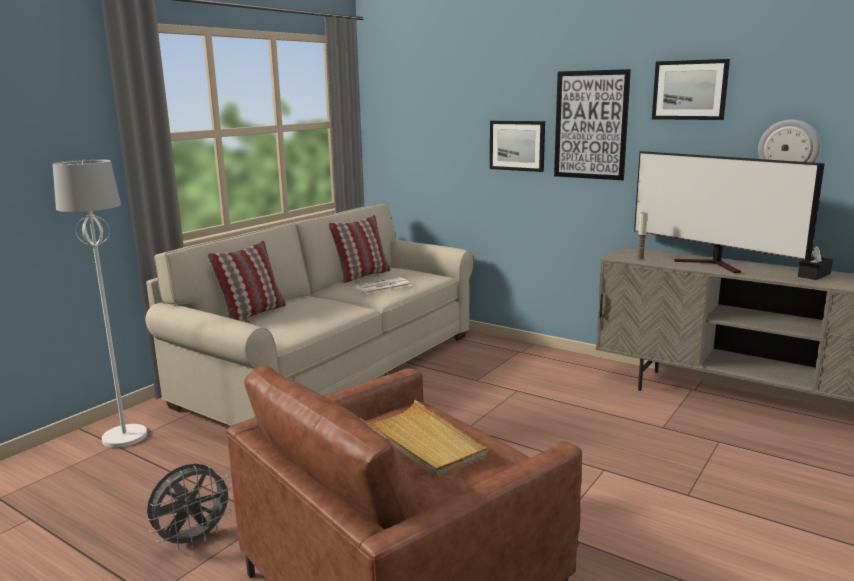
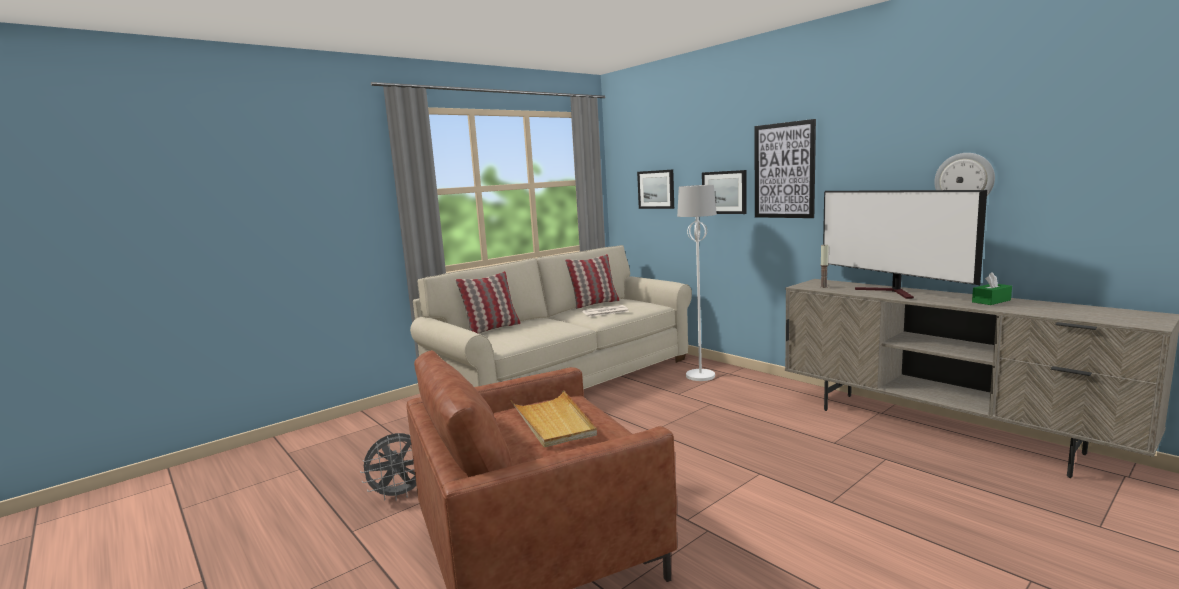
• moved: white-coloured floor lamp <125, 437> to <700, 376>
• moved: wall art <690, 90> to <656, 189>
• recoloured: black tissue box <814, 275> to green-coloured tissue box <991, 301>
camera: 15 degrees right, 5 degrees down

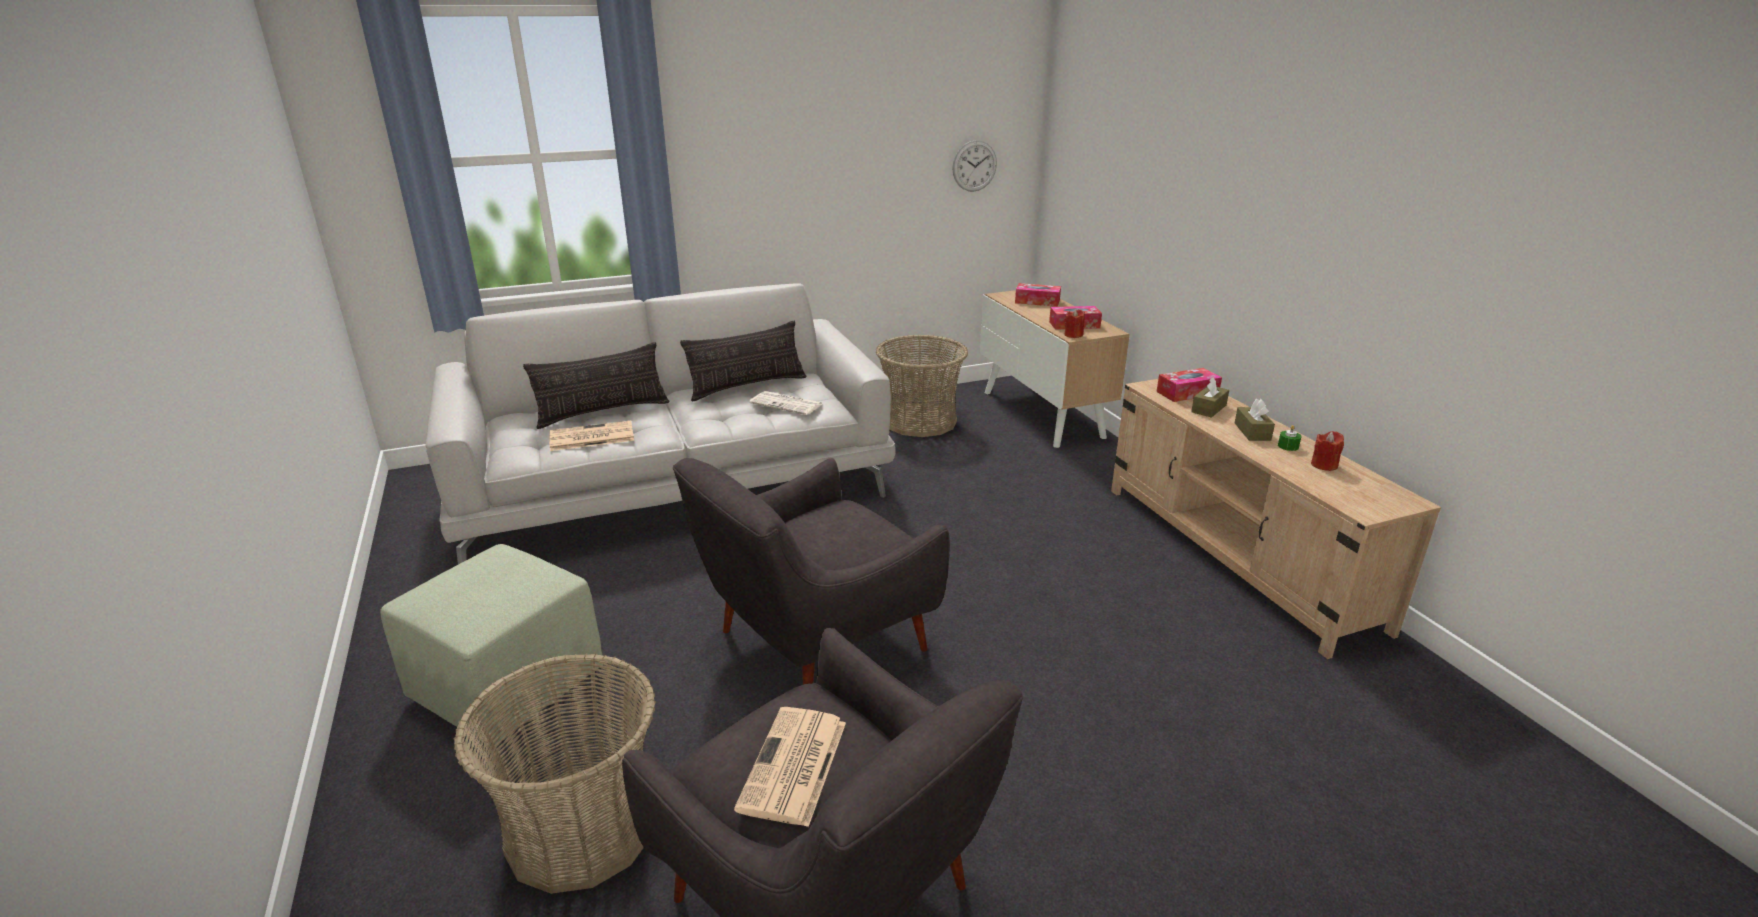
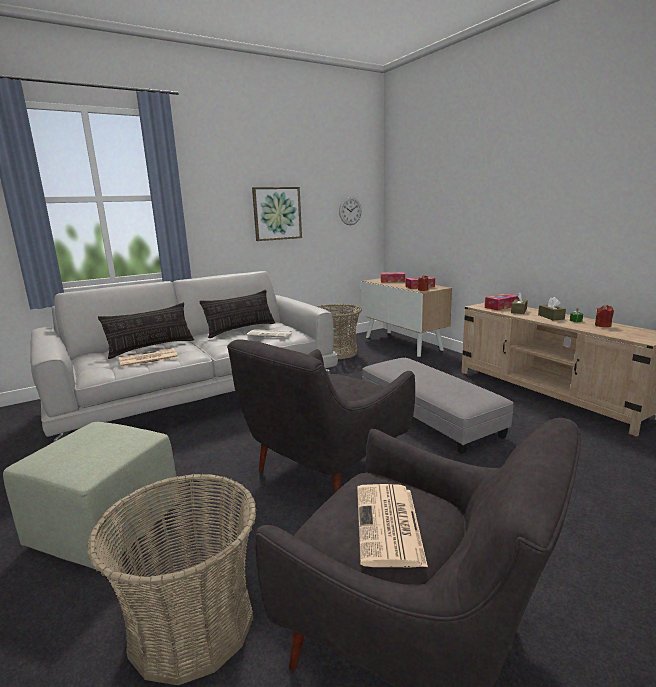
• added: wall art <277, 213>
• added: grey footrest <428, 415>
camera: 10 degrees left, 10 degrees down

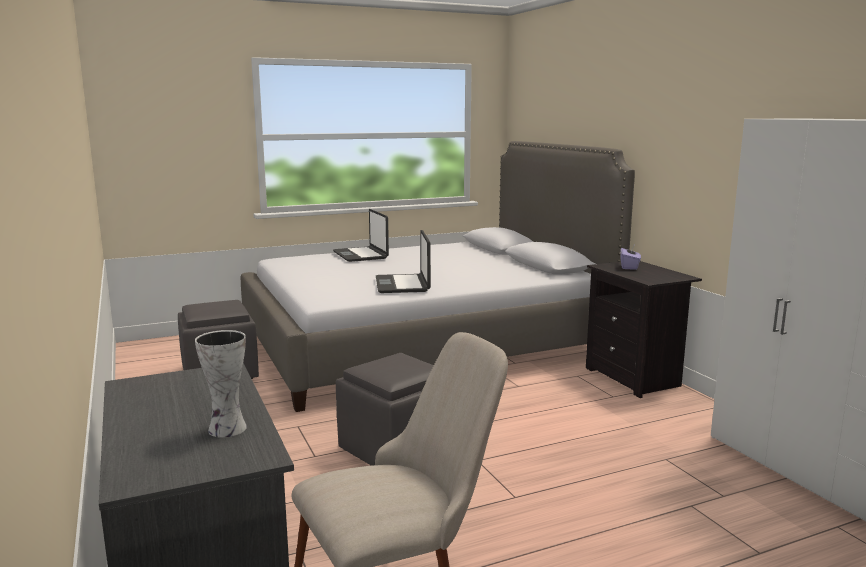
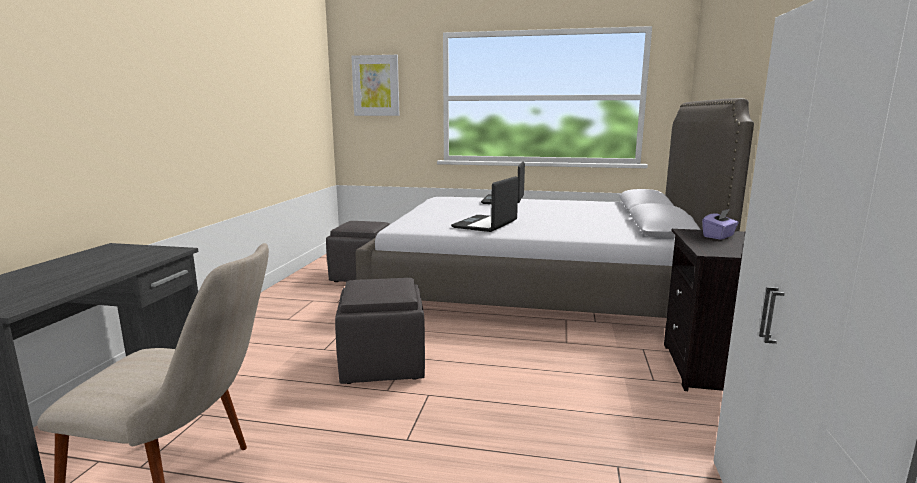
• removed: vase <225, 429>
• added: wall art <376, 85>
camera: 35 degrees right, 0 degrees up

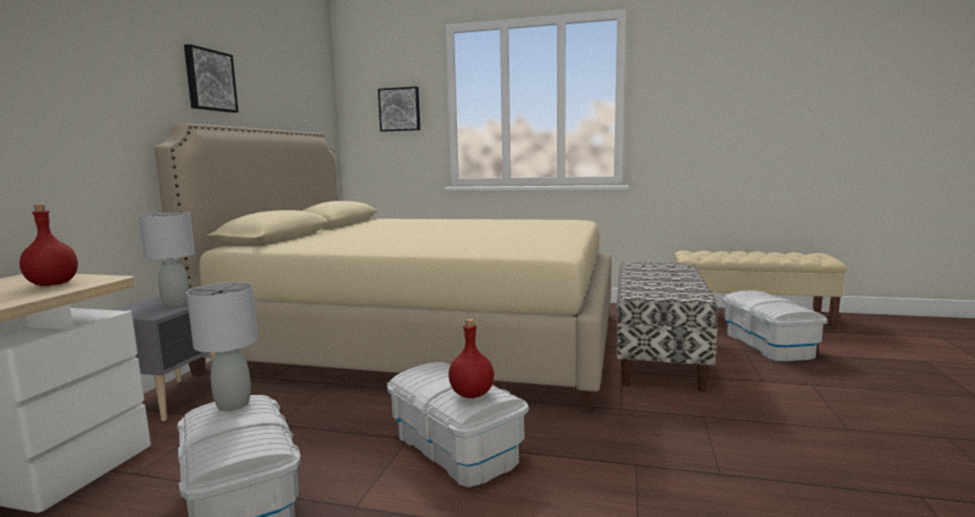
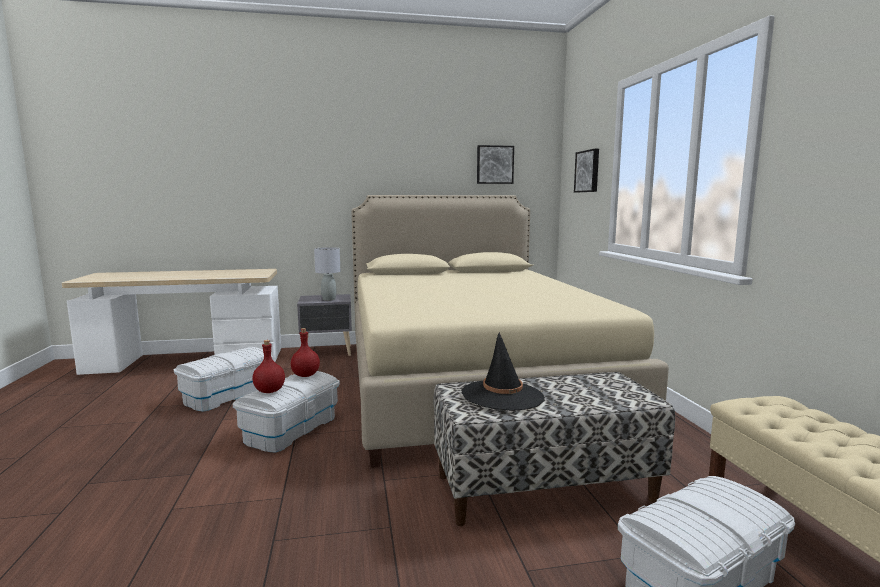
• moved: red beverage bottle <52, 284> to <305, 375>
• moved: wall art <209, 80> to <494, 164>
• removed: grey lamp for a table <232, 405>
• added: black clothing hat <502, 395>
camera: 65 degrees right, 0 degrees up

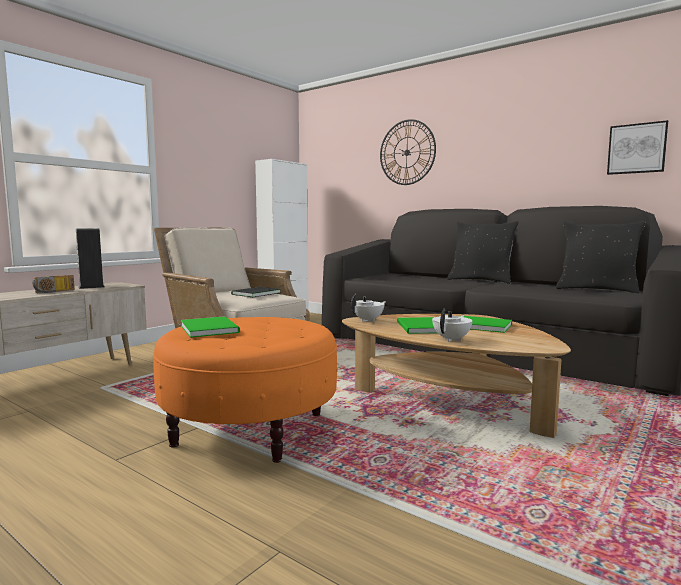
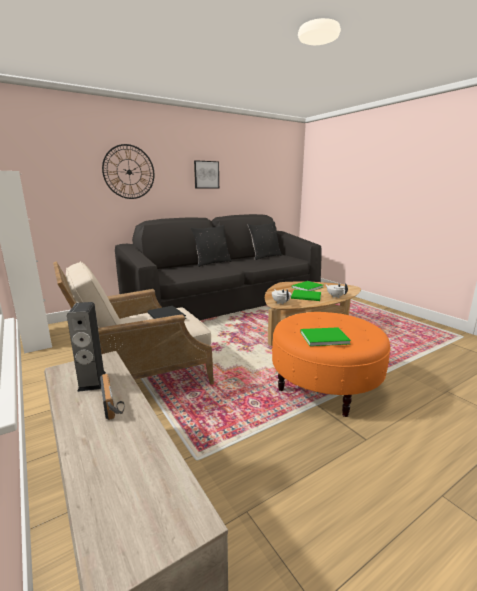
• moved: wall art <636, 148> to <206, 174>
camera: 70 degrees left, 10 degrees up

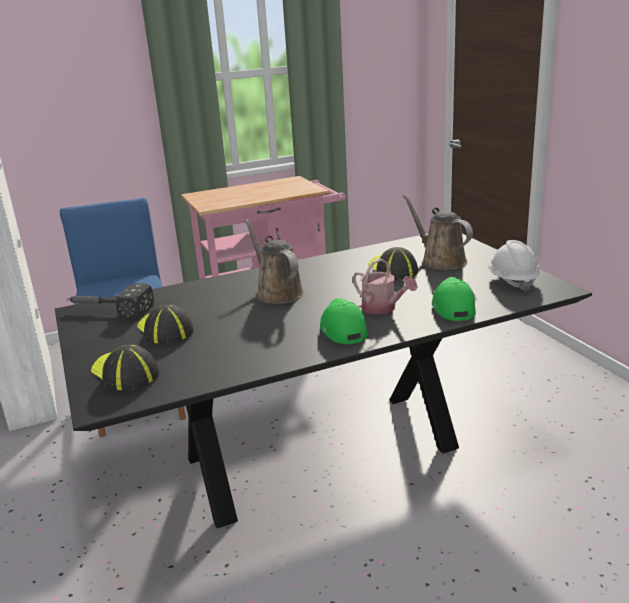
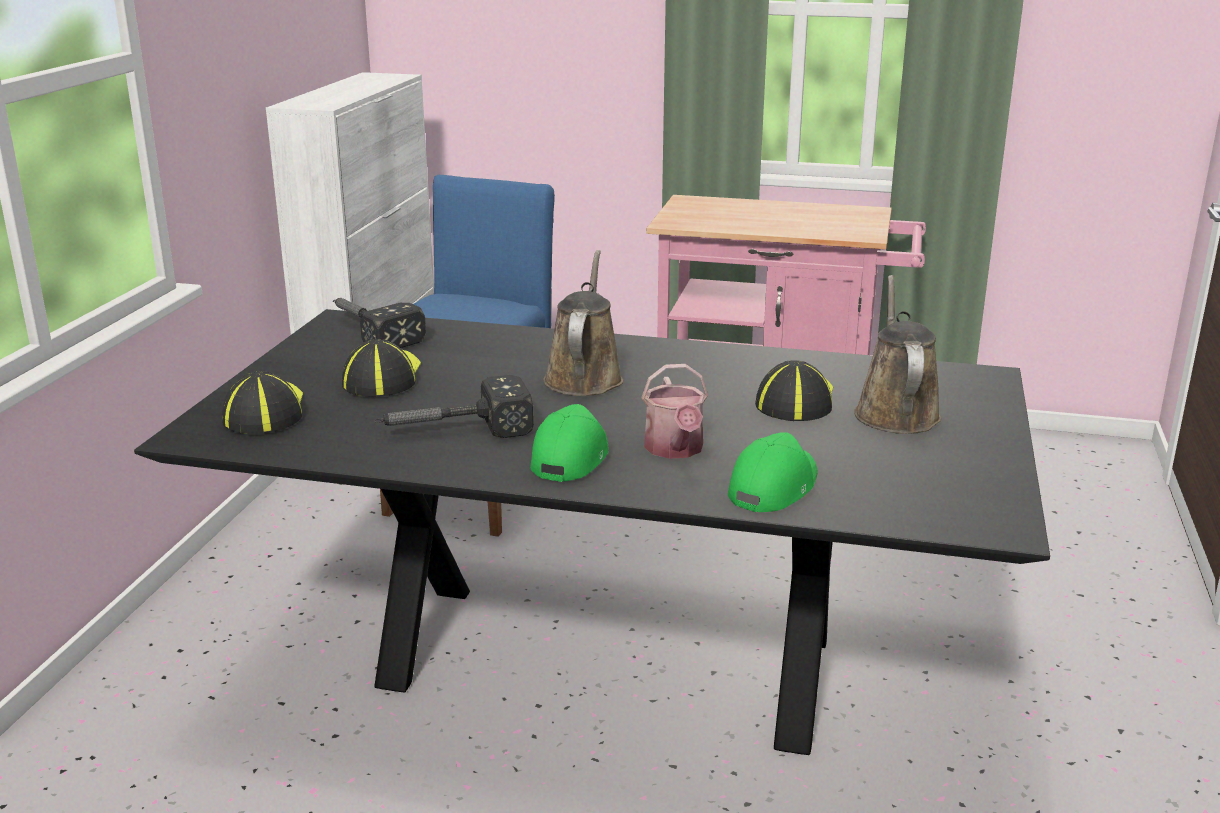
• removed: white-coloured work helmet <512, 281>
• added: hammer <452, 430>
camera: 35 degrees right, 0 degrees up

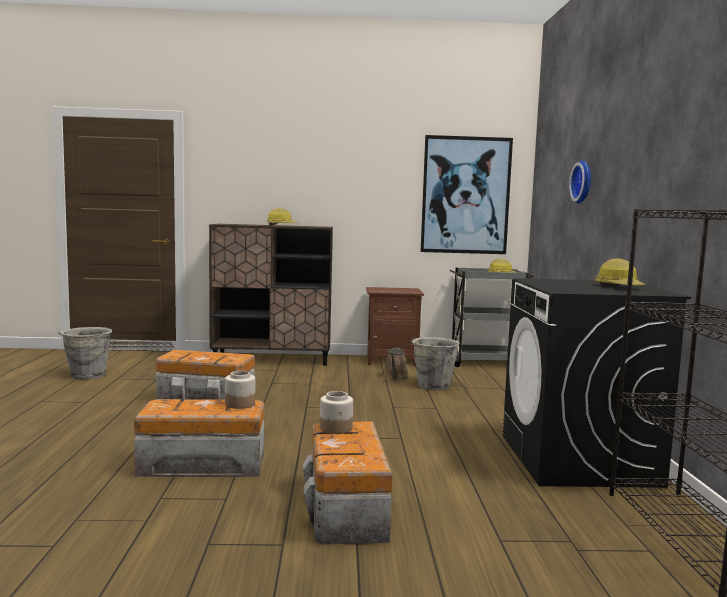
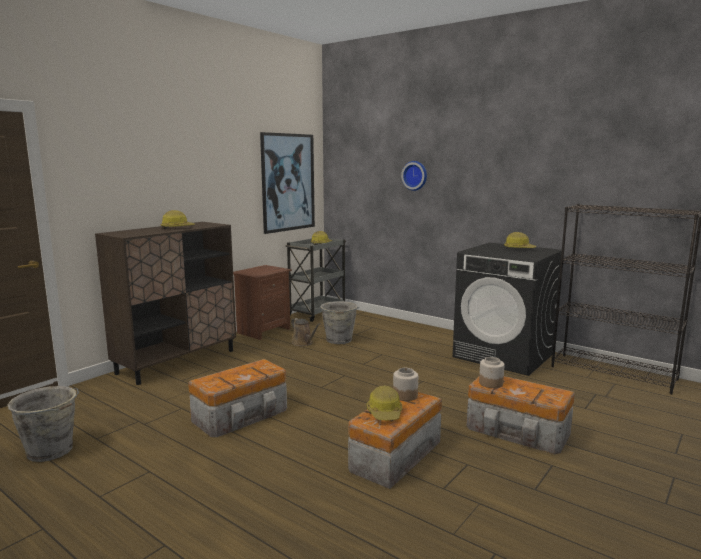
• added: work helmet <385, 413>
camera: 50 degrees left, 5 degrees up

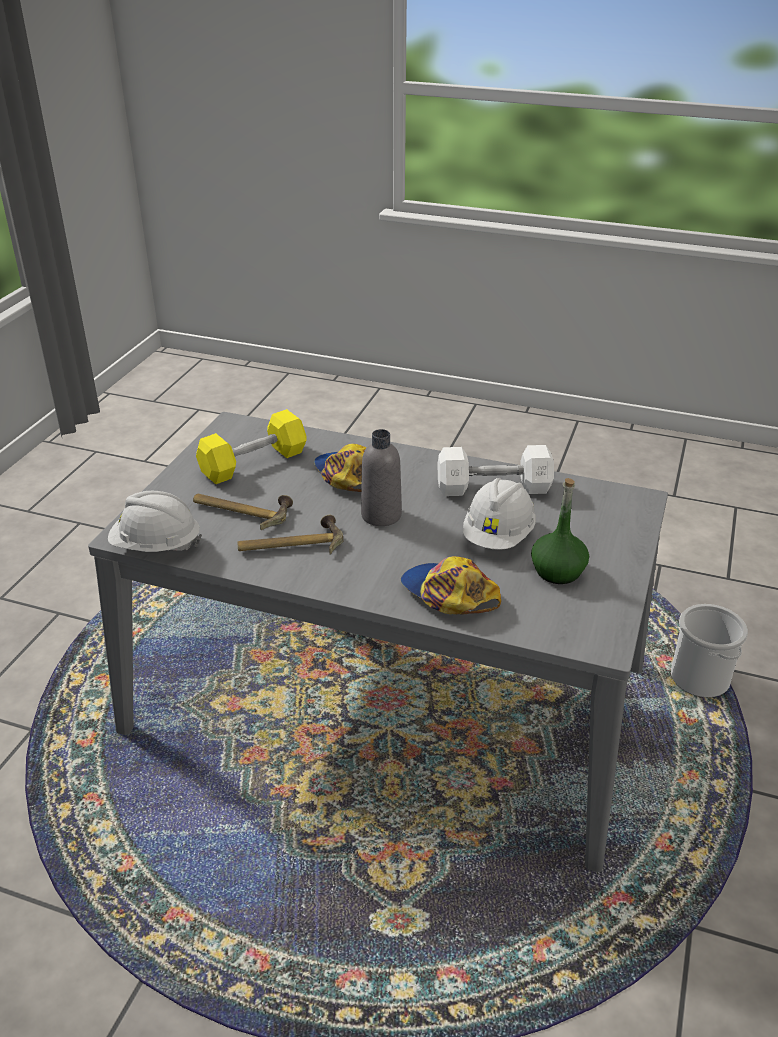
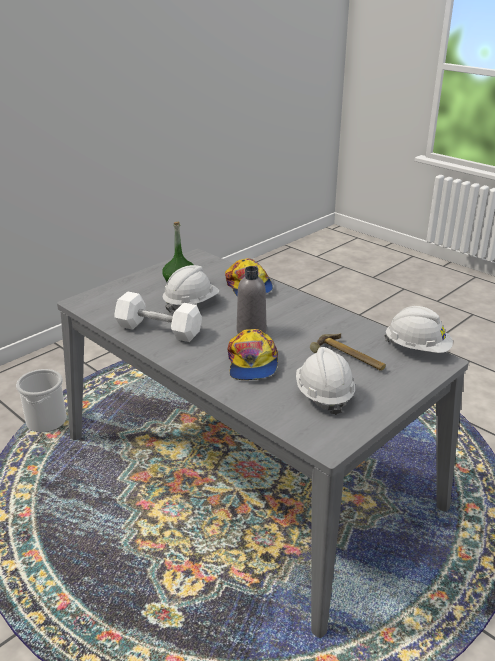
• replaced: yellow-coloured dumbbell <253, 463> to white-coloured work helmet <323, 395>
• removed: hammer <291, 544>
camera: 155 degrees left, 5 degrees down

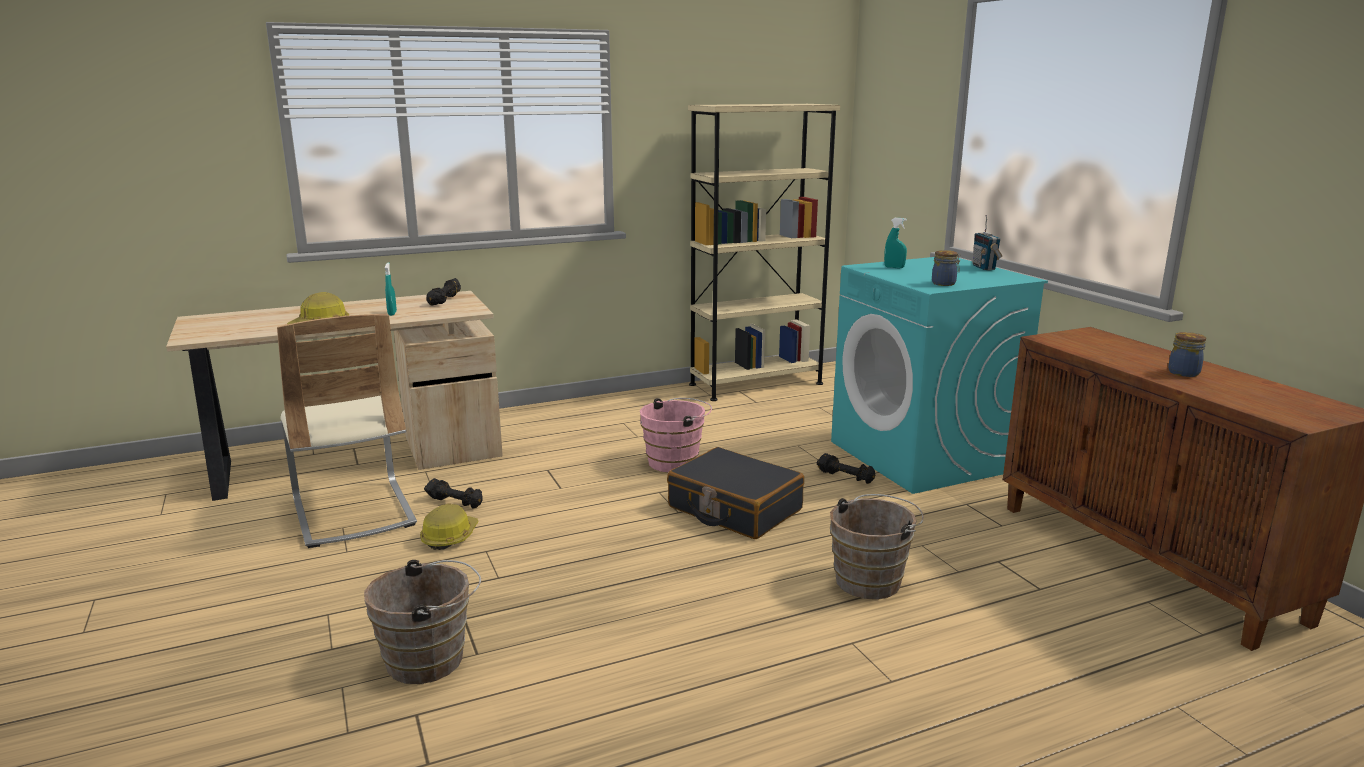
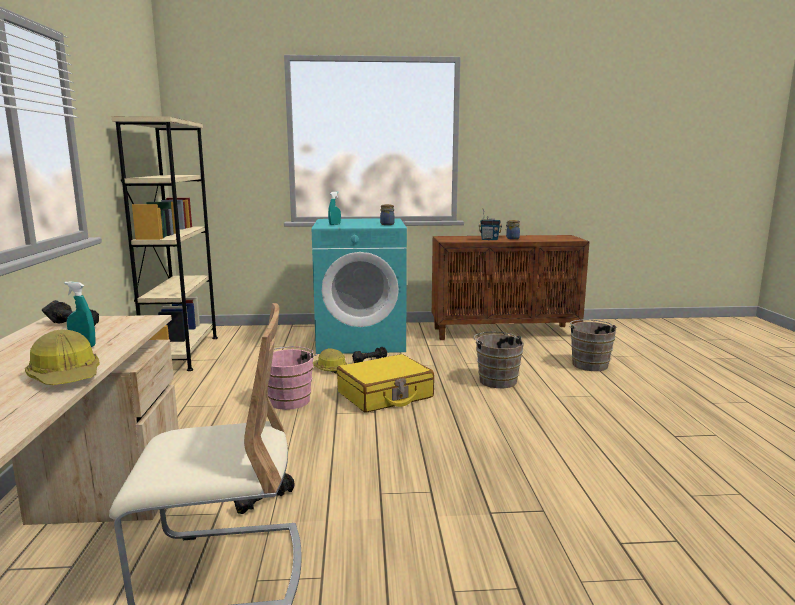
• moved: brown bucket <432, 660> to <589, 364>
• moved: work helmet <449, 537> to <329, 369>
• recoloured: black suitcase <734, 509> to yellow-coloured suitcase <385, 395>
• moved: radio set <984, 268> to <489, 239>
camera: 70 degrees left, 5 degrees down

